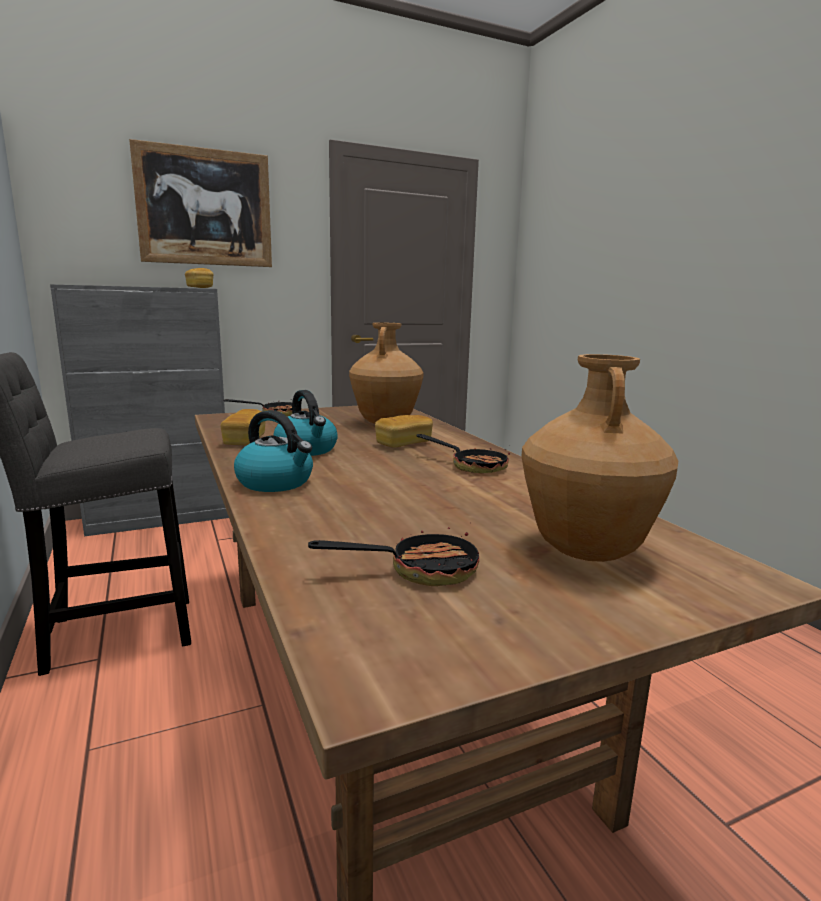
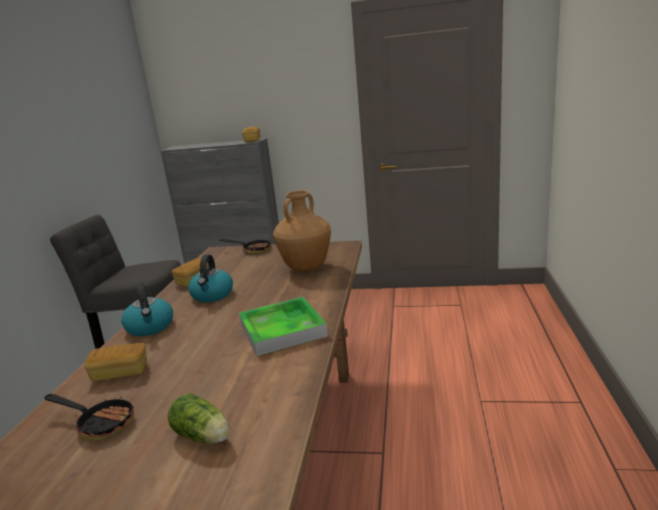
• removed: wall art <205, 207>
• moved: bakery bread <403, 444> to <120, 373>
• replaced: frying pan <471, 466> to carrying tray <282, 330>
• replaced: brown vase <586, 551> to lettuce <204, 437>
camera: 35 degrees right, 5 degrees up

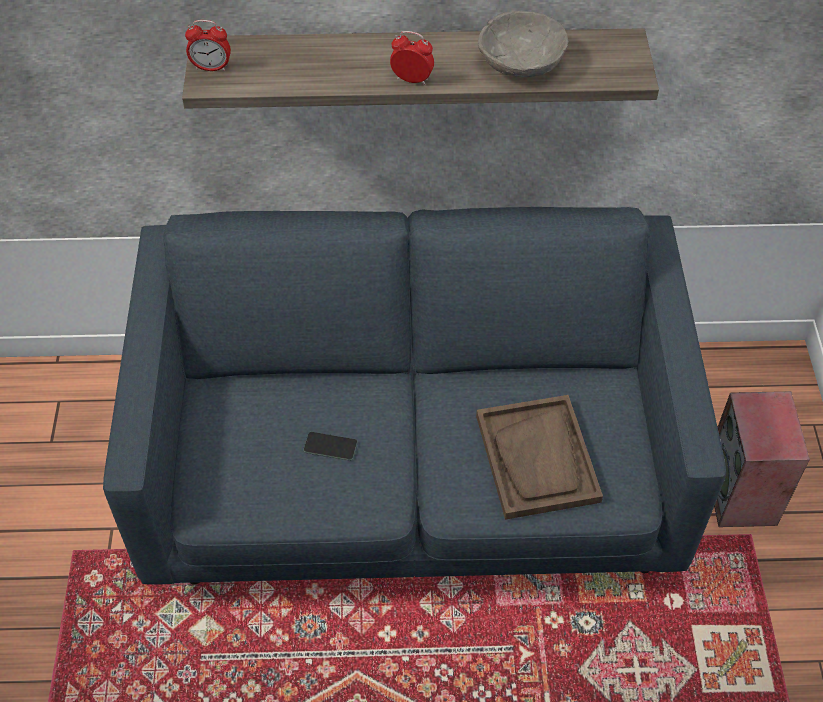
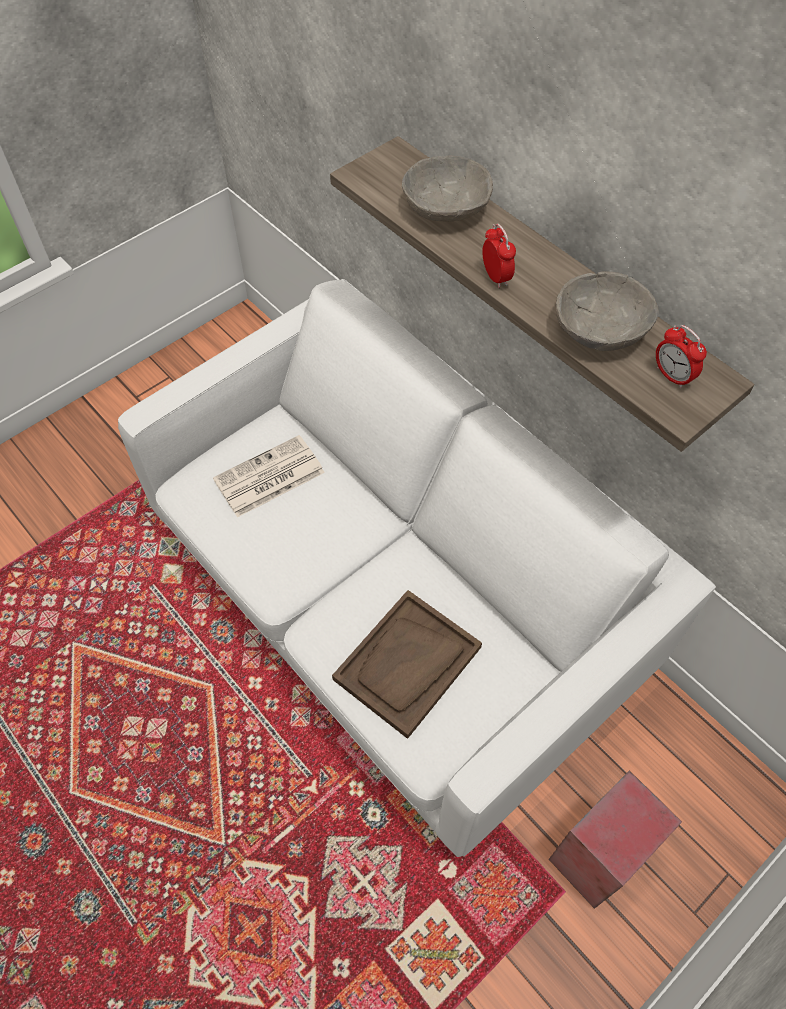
• recoloured: bluish sofa <411, 474> to white-coloured sofa <393, 603>
• moved: table clock <211, 68> to <672, 376>
• removed: phone <330, 446>
• added: printed paper <268, 477>
• added: grey deep dish <445, 207>
camera: 50 degrees right, 5 degrees up

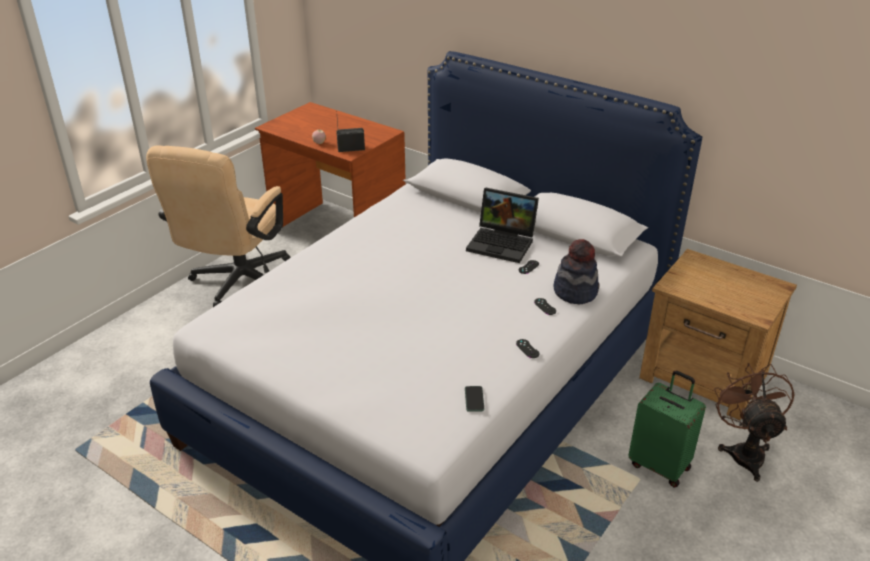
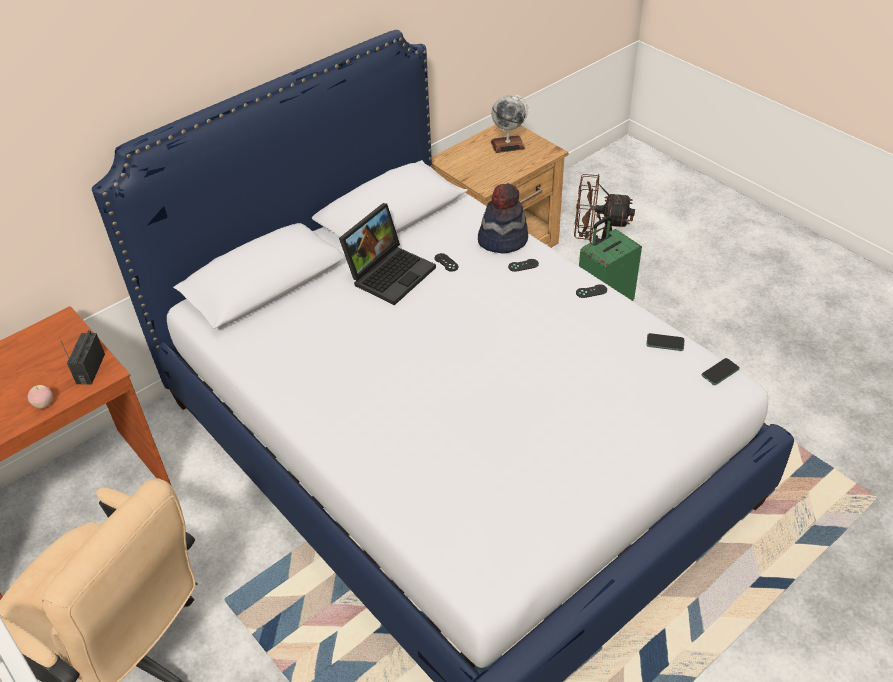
• added: desk globe <508, 145>
• added: phone <720, 372>
camera: 75 degrees left, 10 degrees up

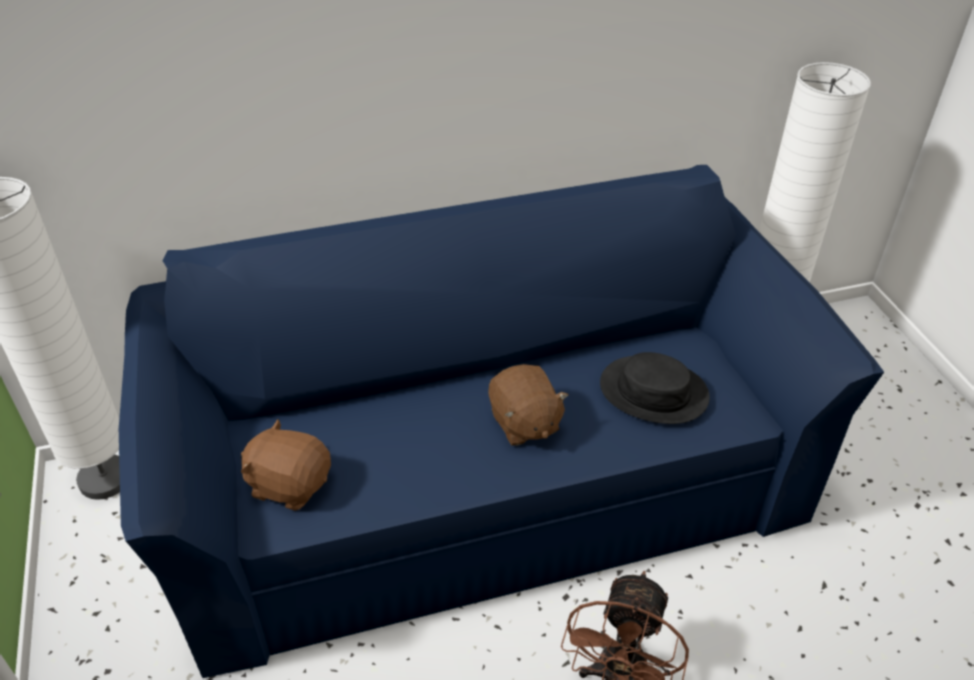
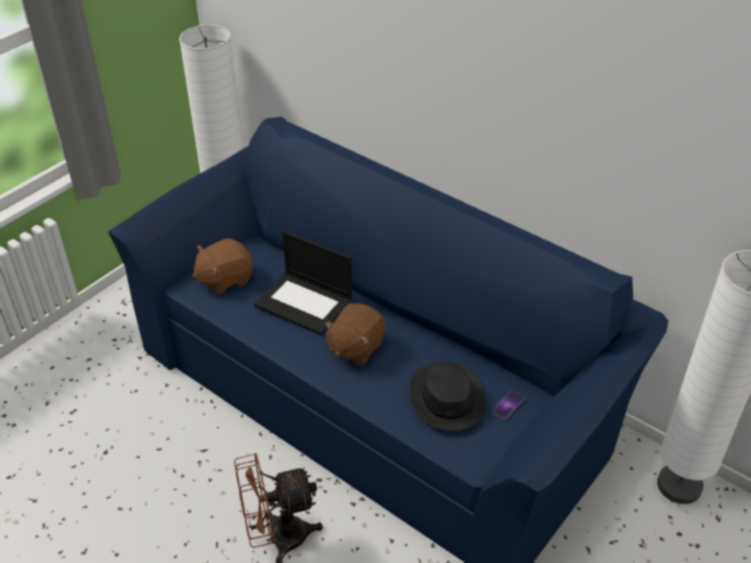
• turned: brown soft toy <290, 484> = <225, 279> 105 degrees counterclockwise
• added: notebook computer <305, 303>
• added: phone <508, 405>
camera: 55 degrees right, 0 degrees up

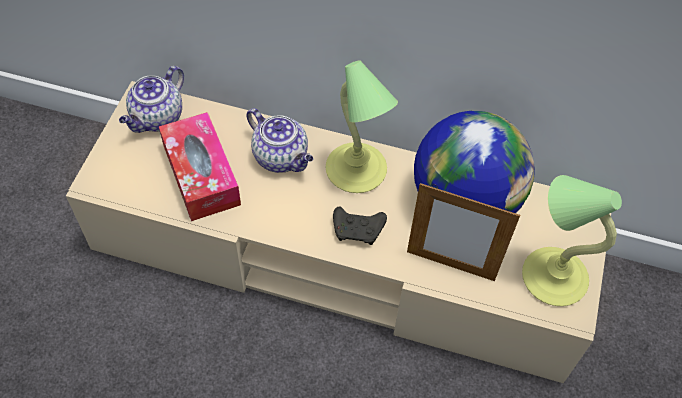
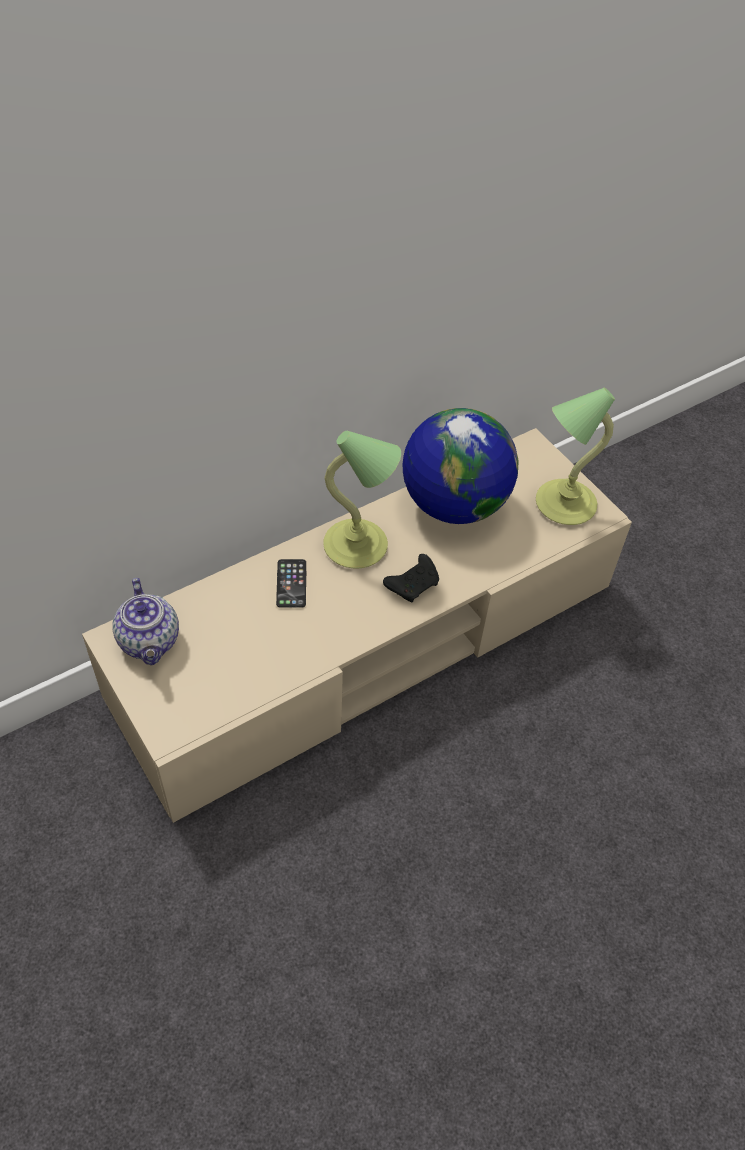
• removed: tissue box <201, 175>
• replaced: teapot <282, 157> to phone <291, 583>
• removed: standing frame <450, 265>
camera: 50 degrees left, 5 degrees down

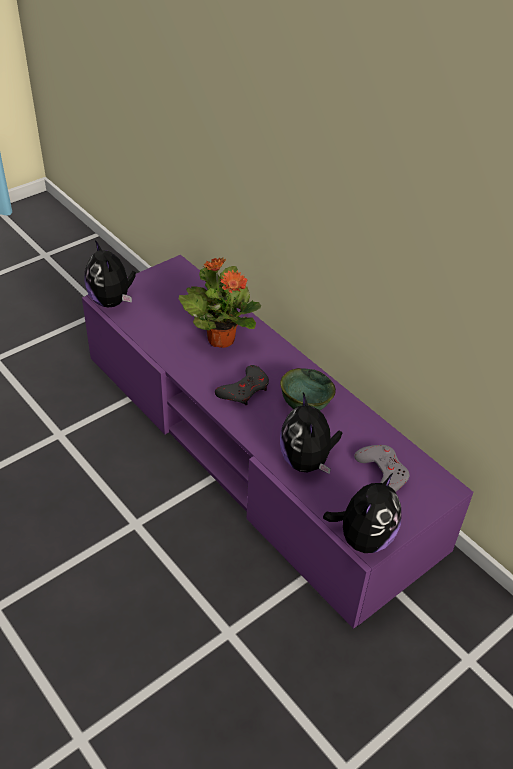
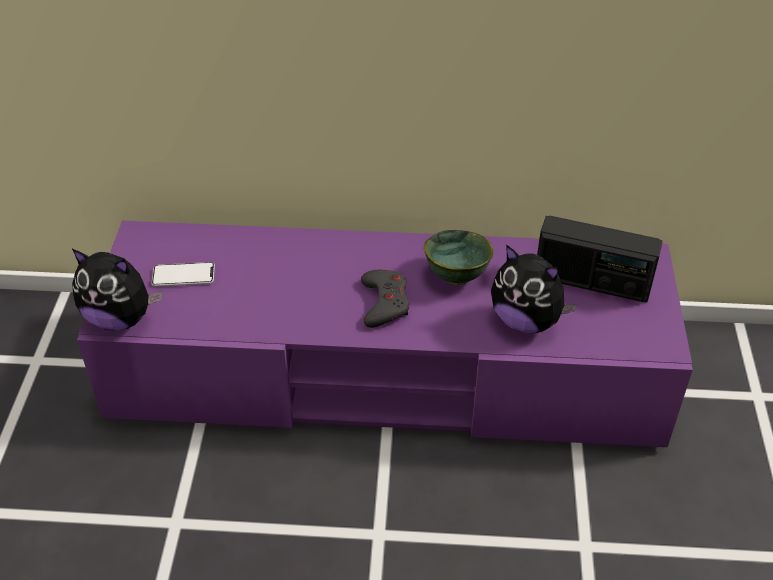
• removed: potted plant <221, 338>
• removed: soft toy <363, 537>
• replaced: grey gamepad <382, 473> to radio set <592, 282>
• added: phone <183, 275>
camera: 45 degrees left, 0 degrees up

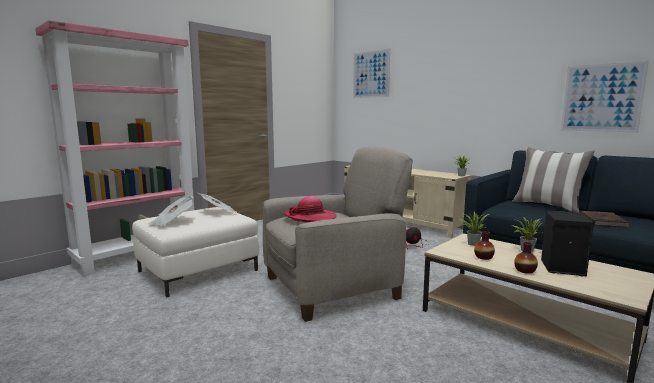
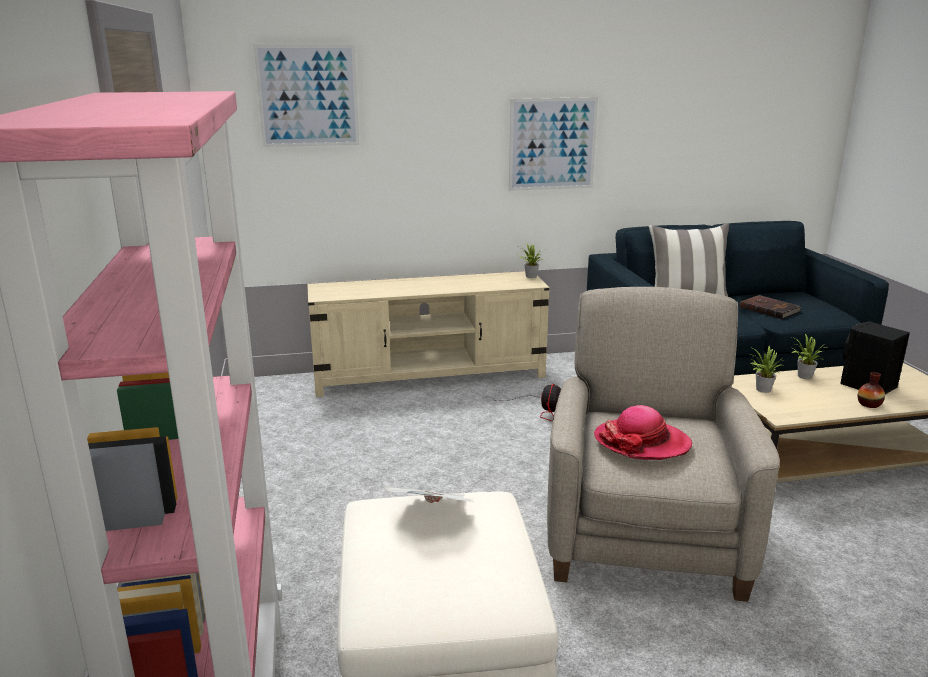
• removed: printed paper <172, 222>
• removed: vase <483, 257>
• moved: wall art <601, 98> to <552, 144>
camera: 55 degrees left, 10 degrees up

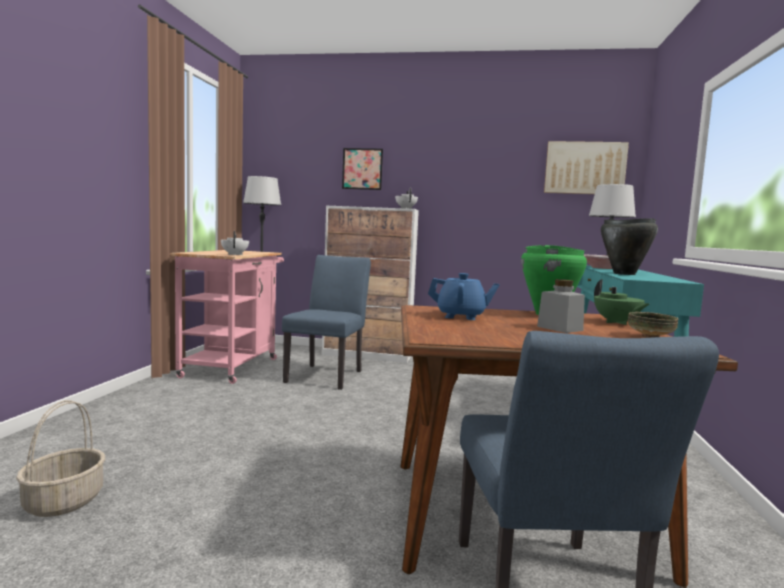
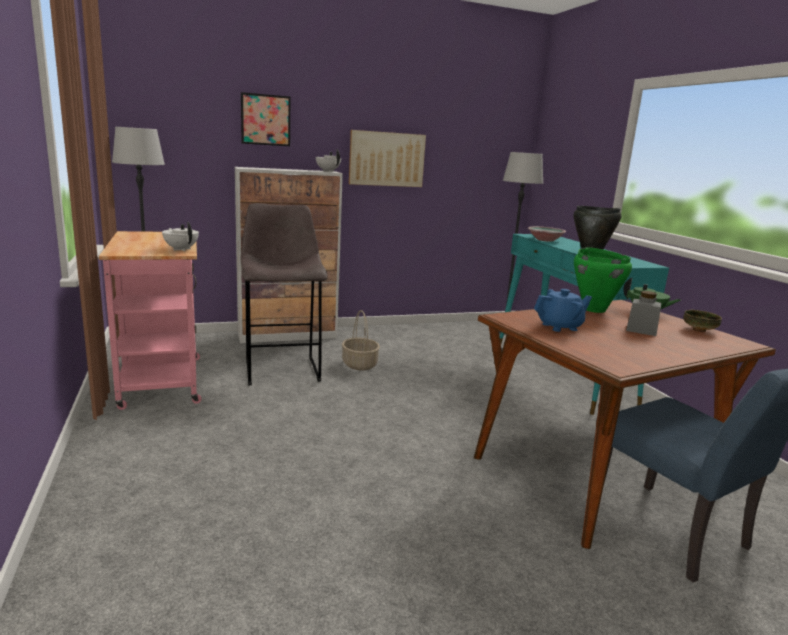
• moved: storage basket <64, 501> to <359, 364>
• replaced: bluish upright chair <327, 375> to grey sitting stool <282, 369>
• moved: wall art <584, 168> to <386, 159>
camera: 30 degrees left, 10 degrees up

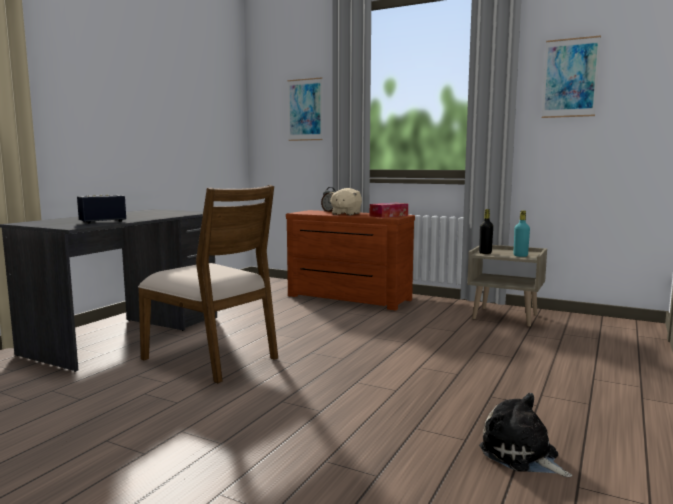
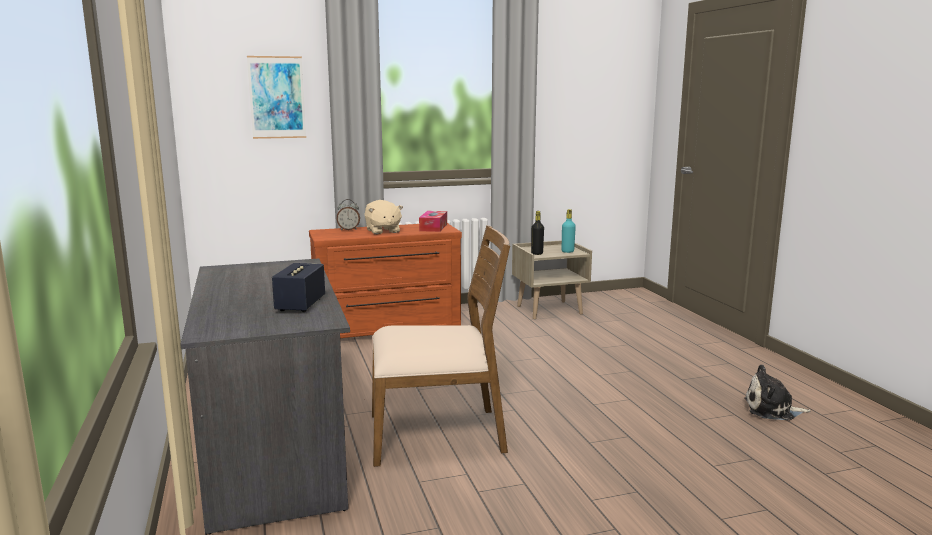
• removed: wall art <570, 78>
camera: 45 degrees left, 5 degrees up

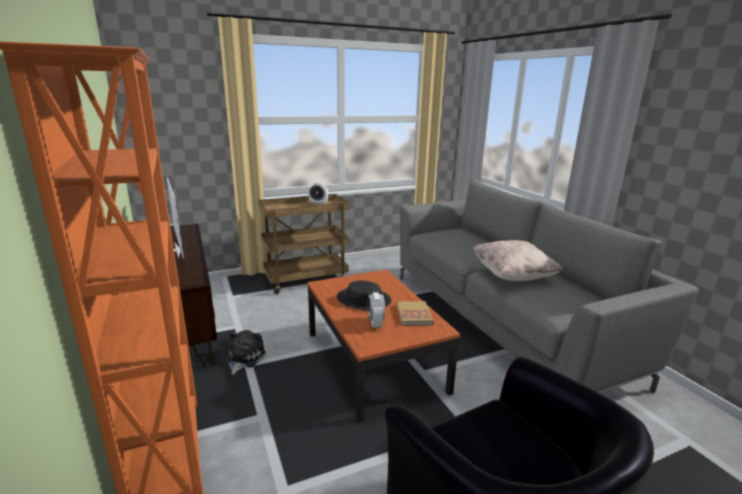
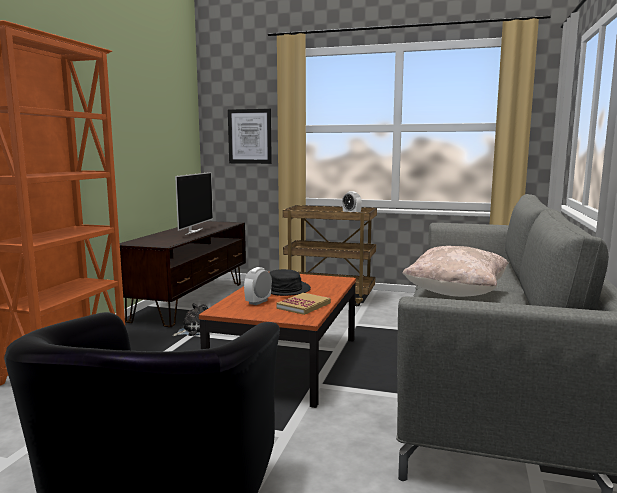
• added: wall art <250, 136>
camera: 40 degrees right, 10 degrees down

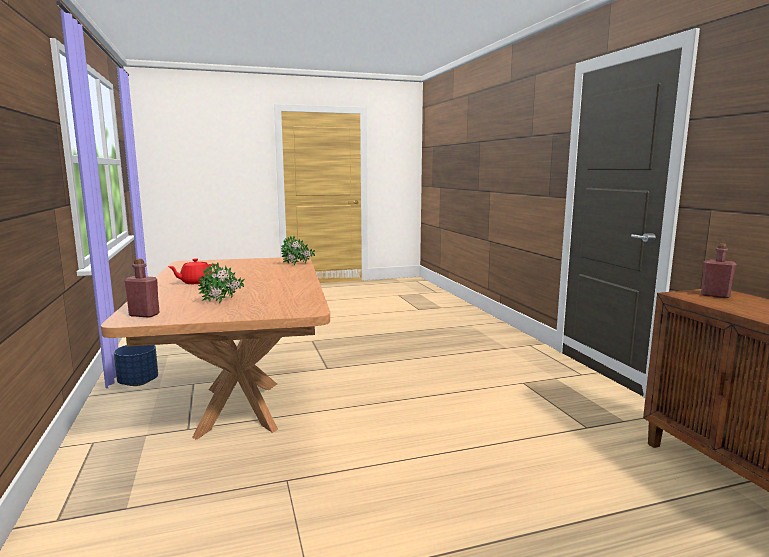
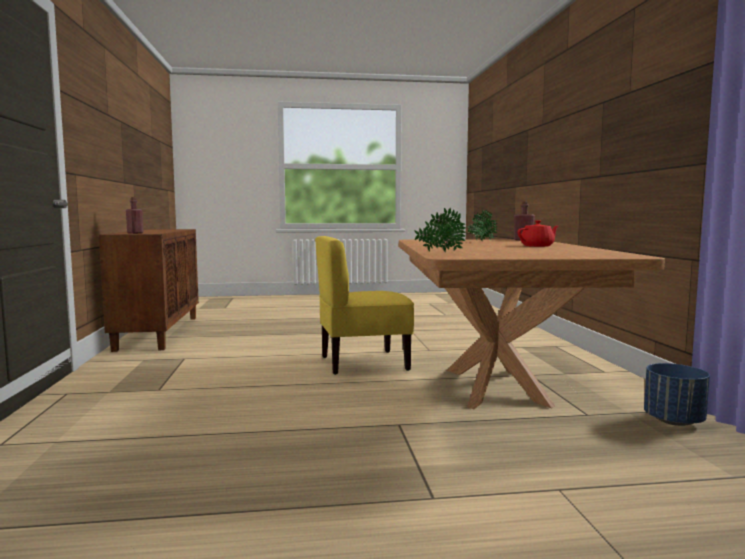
• added: yellow-coloured upright chair <363, 363>
camera: 170 degrees left, 5 degrees down

